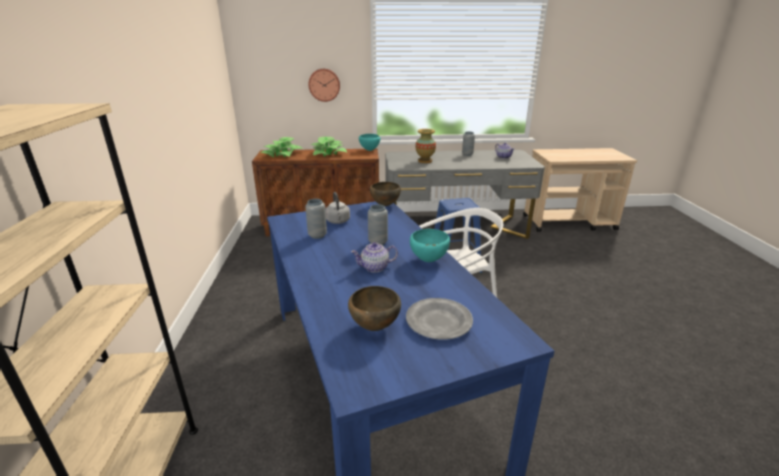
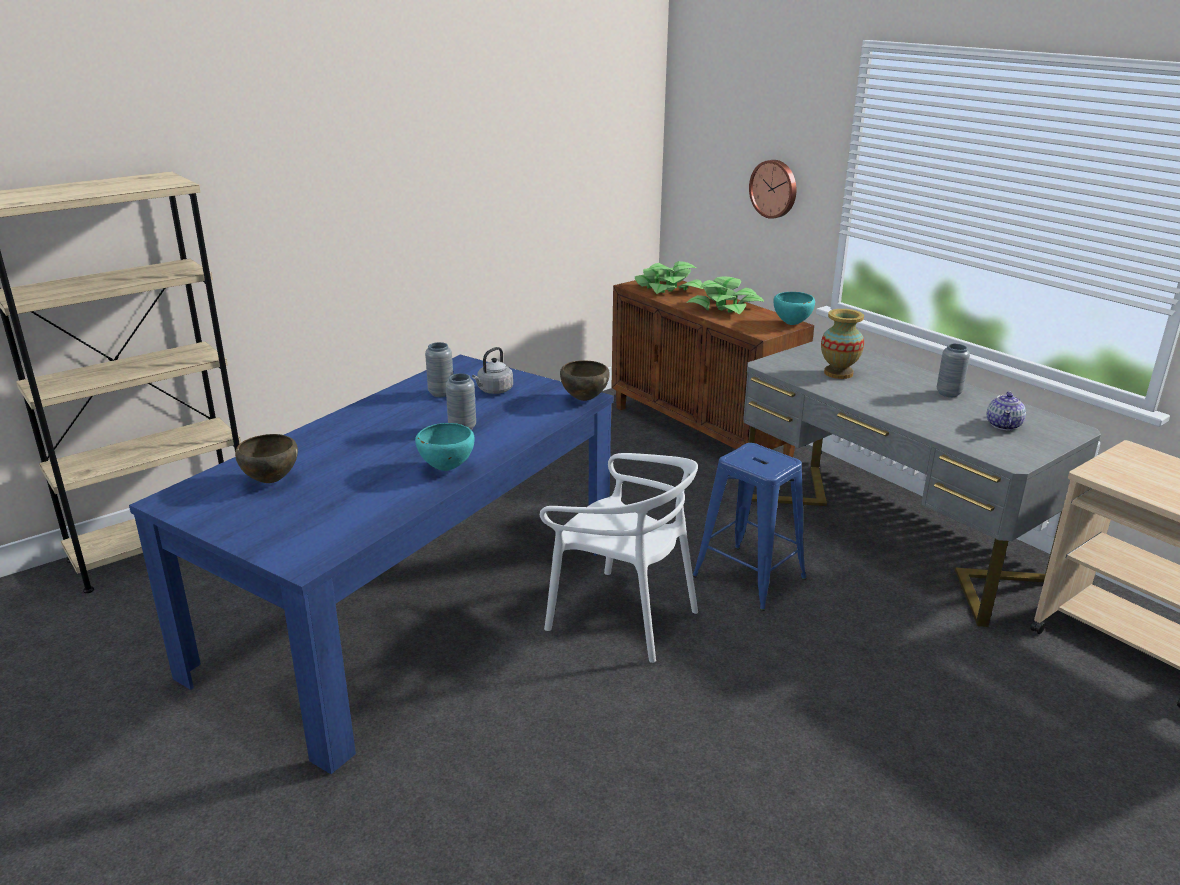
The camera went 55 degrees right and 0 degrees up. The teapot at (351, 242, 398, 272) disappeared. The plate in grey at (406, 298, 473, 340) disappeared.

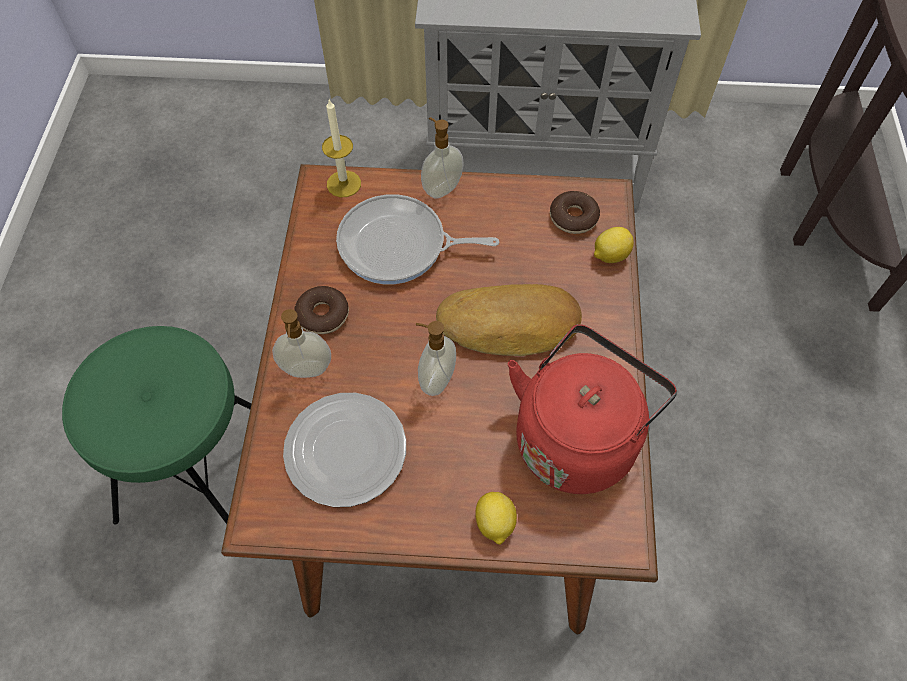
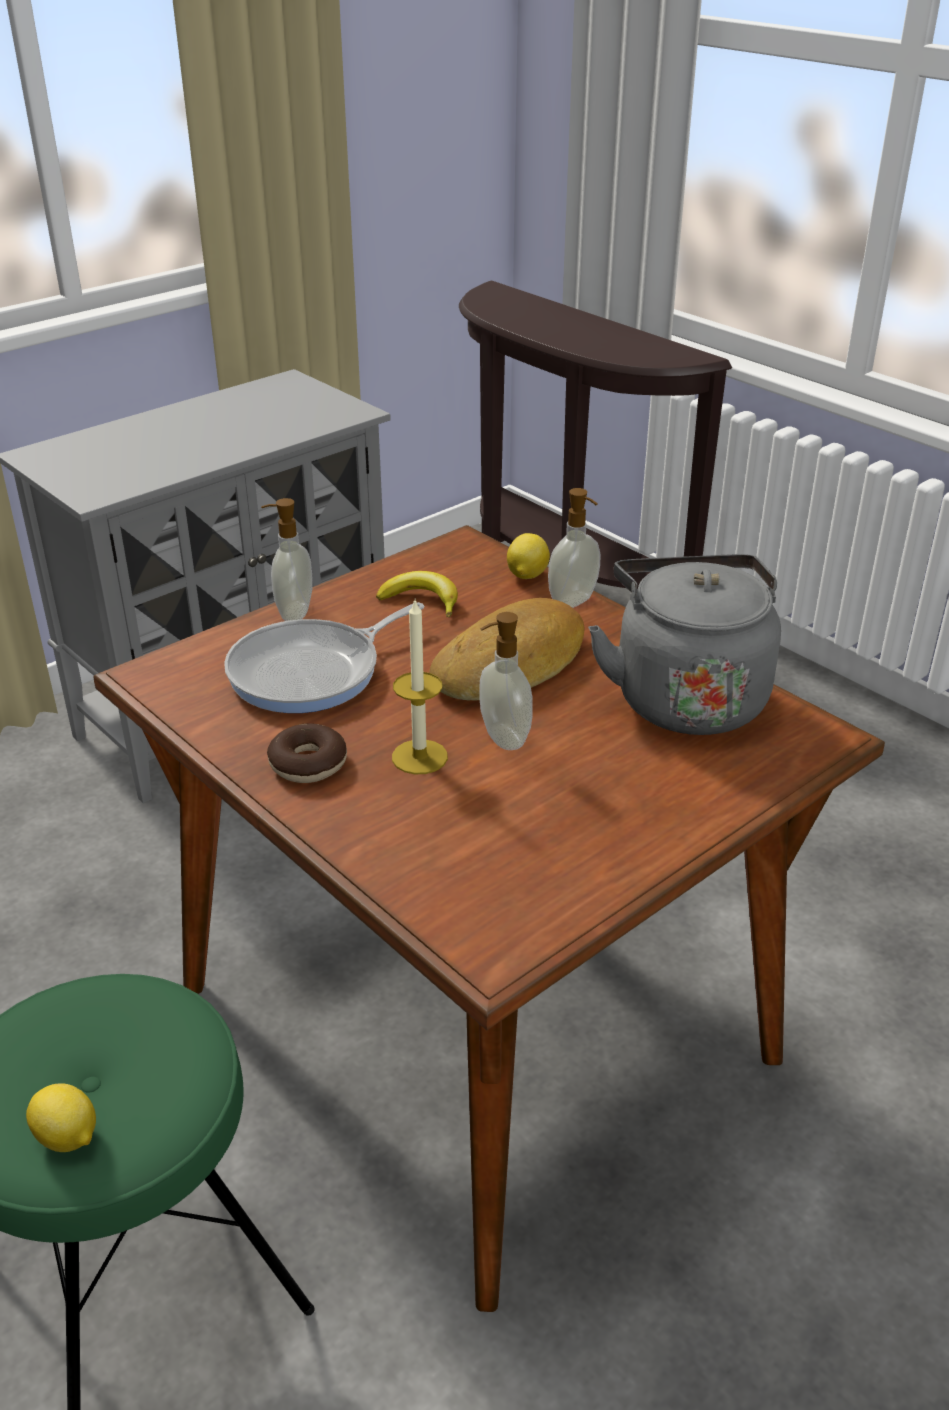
The camera went 45 degrees left and 25 degrees down. The plate at (283, 393, 406, 507) disappeared. The donut at (550, 191, 600, 234) disappeared. The banana at (376, 571, 458, 618) appeared. The soap dispenser moved from (272, 309, 331, 378) to (548, 488, 600, 608). The candle moved from (322, 99, 361, 197) to (392, 600, 448, 774). The lemon moved from (475, 492, 517, 545) to (26, 1083, 96, 1152). The kettle in red at (508, 324, 677, 494) became the kettle in grey at (588, 554, 781, 735).

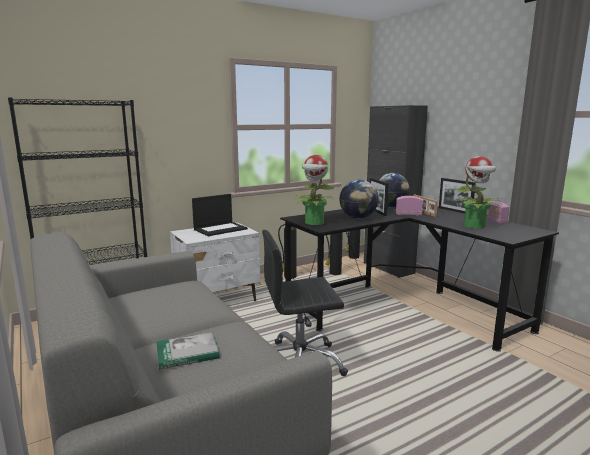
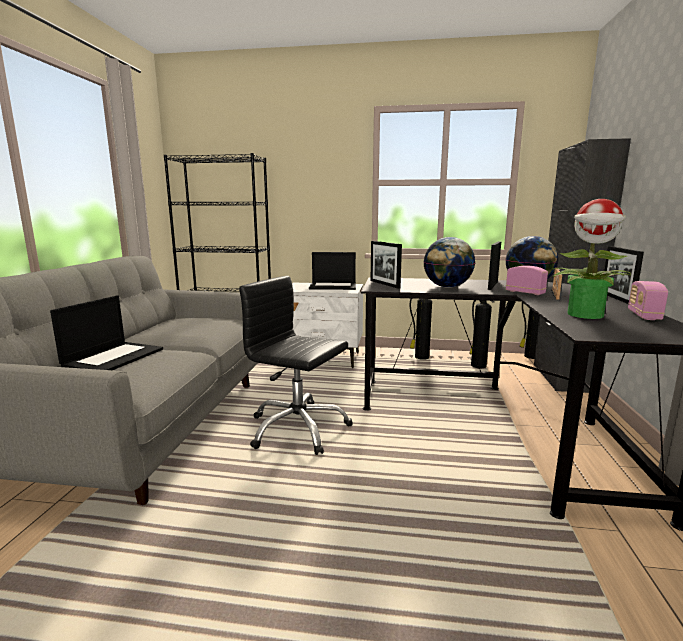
The camera went 40 degrees right and 0 degrees up. The book at (156, 332, 220, 370) was replaced by the laptop at (50, 296, 163, 370). The potted plant at (293, 155, 335, 225) was replaced by the picture frame at (370, 241, 402, 288).

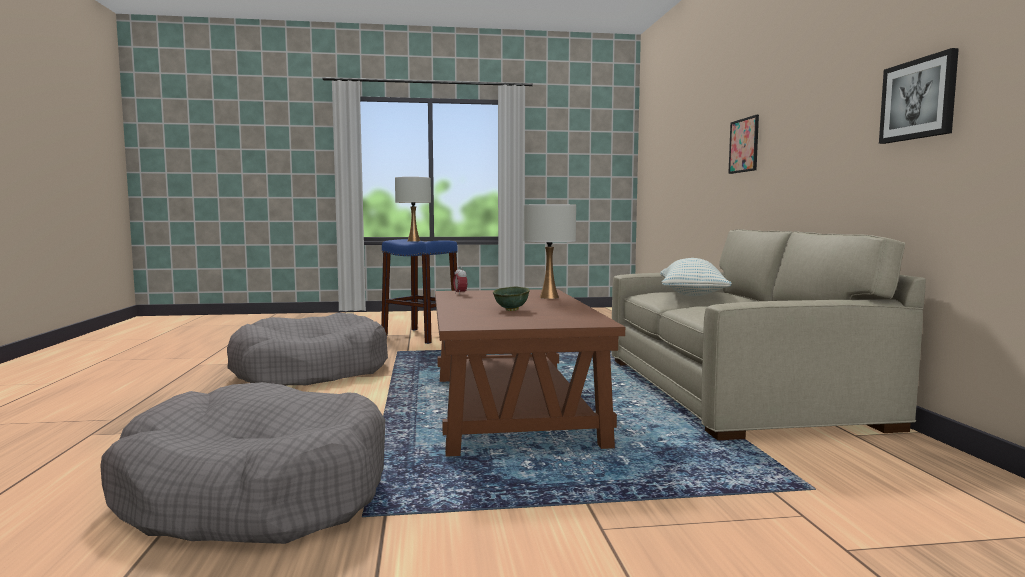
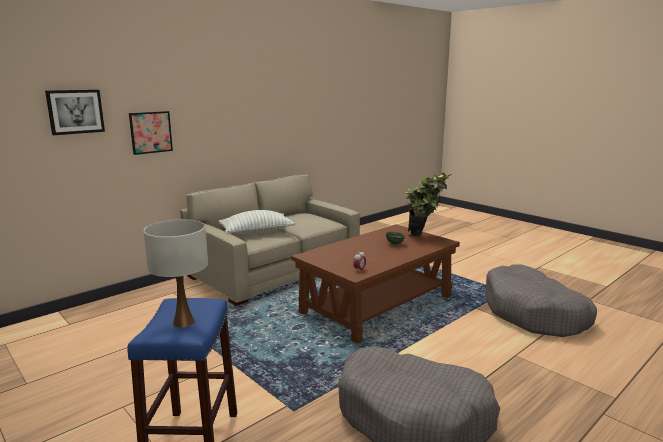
The camera went 125 degrees left and 10 degrees up. The table lamp in white at (524, 204, 576, 299) disappeared. The potted plant at (406, 173, 452, 237) appeared. The picture moved from (879, 48, 959, 144) to (45, 90, 105, 135).

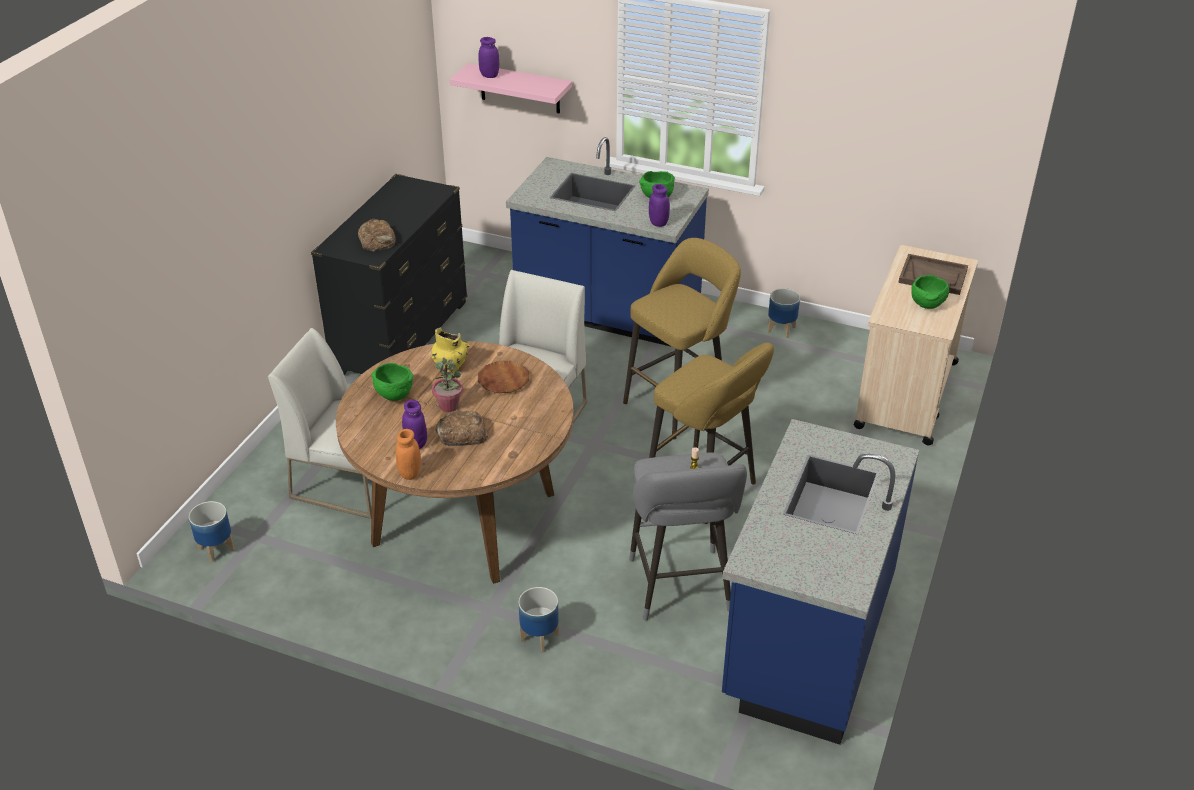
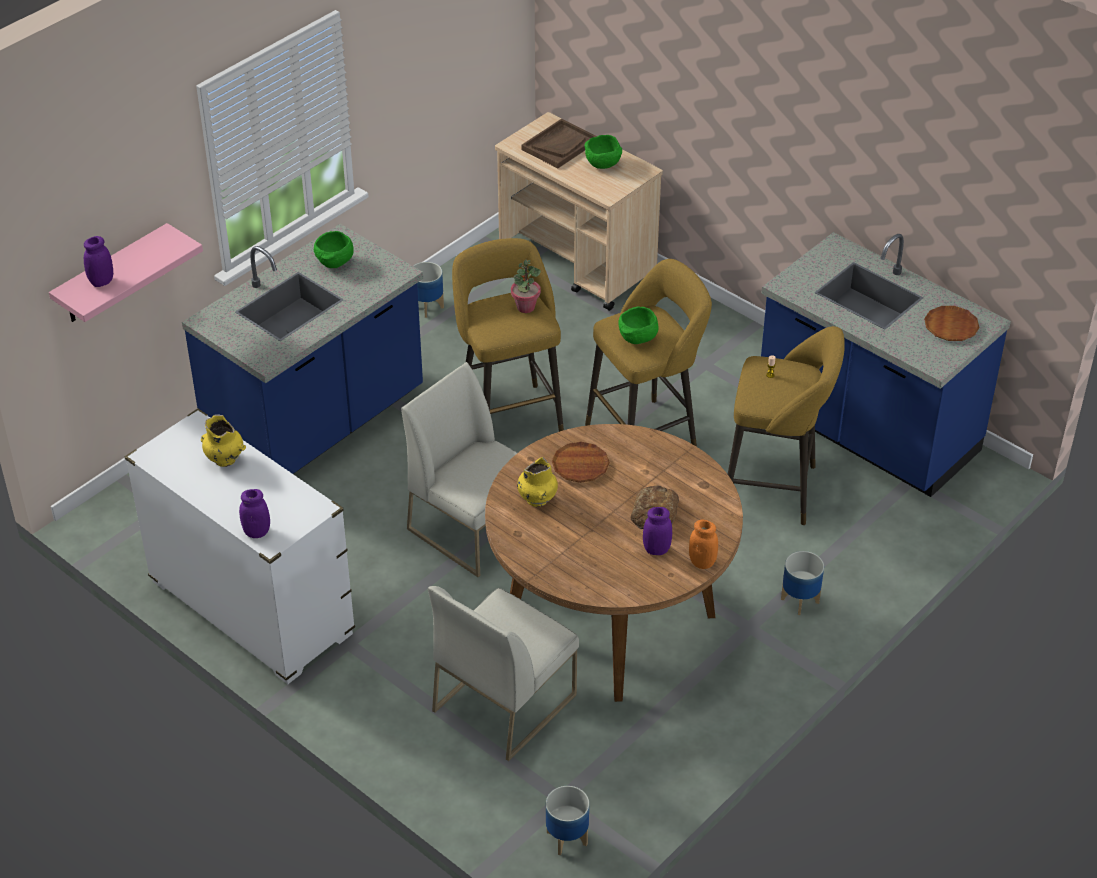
The camera went 70 degrees left and 5 degrees up. The bread at (358, 219, 396, 251) disappeared. The vase in yellow at (201, 414, 246, 467) appeared. The plate in brown at (924, 306, 979, 341) appeared. The bowl in green moved from (371, 363, 413, 401) to (618, 306, 659, 344). The potted plant moved from (432, 357, 463, 412) to (511, 260, 541, 313). The jar in purple moved from (649, 184, 670, 227) to (239, 489, 270, 538). The dresser in black at (311, 174, 468, 375) became the dresser in white at (124, 408, 355, 684). The stool in grey at (629, 453, 747, 621) became the stool in yellow at (728, 326, 845, 525).

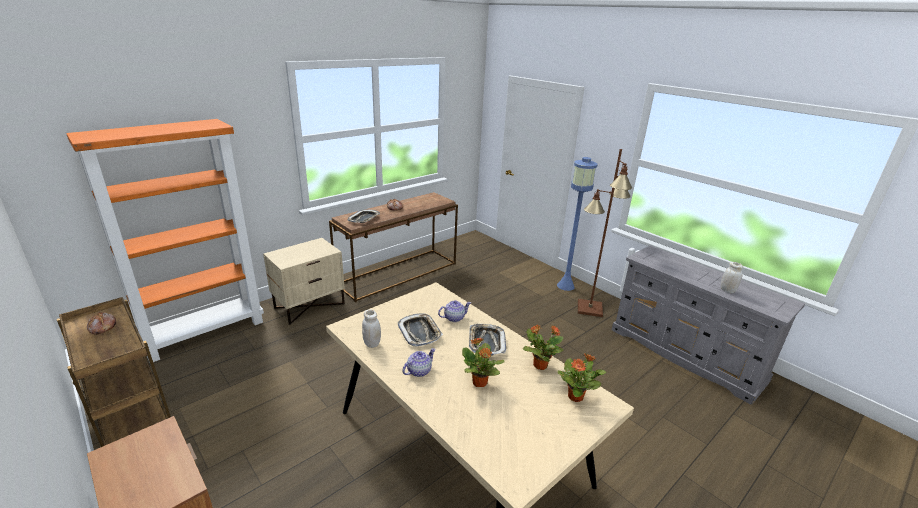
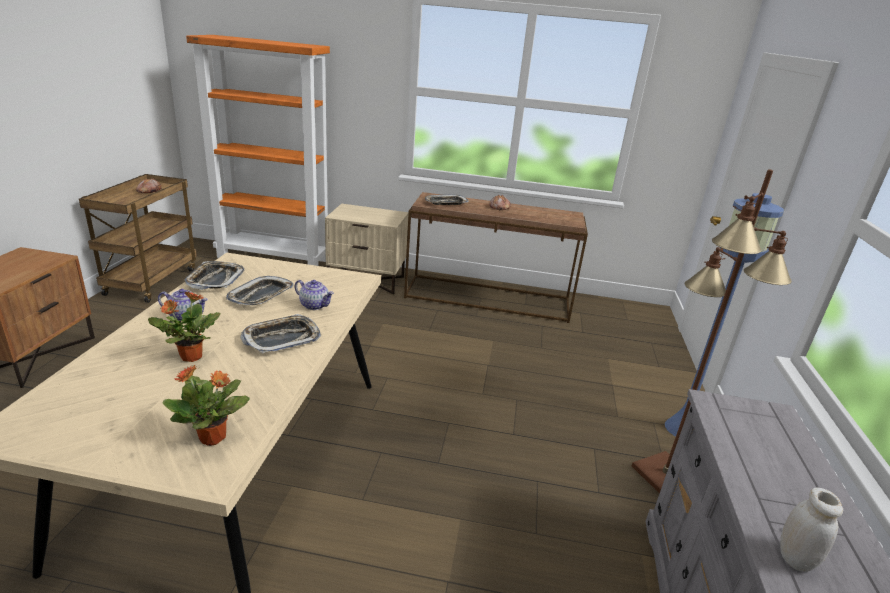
The camera went 50 degrees right and 0 degrees up. The potted plant at (523, 324, 564, 370) disappeared. The jar in white at (362, 309, 381, 348) was replaced by the tray at (185, 261, 244, 290).

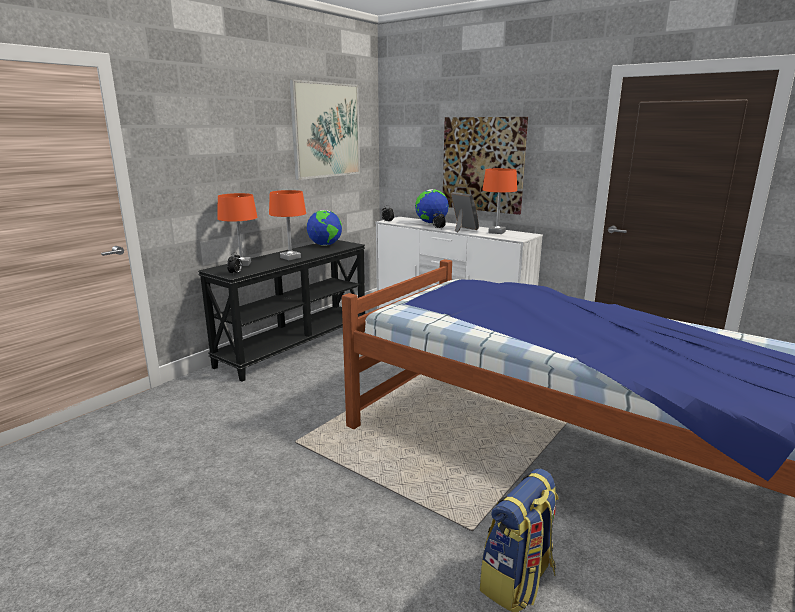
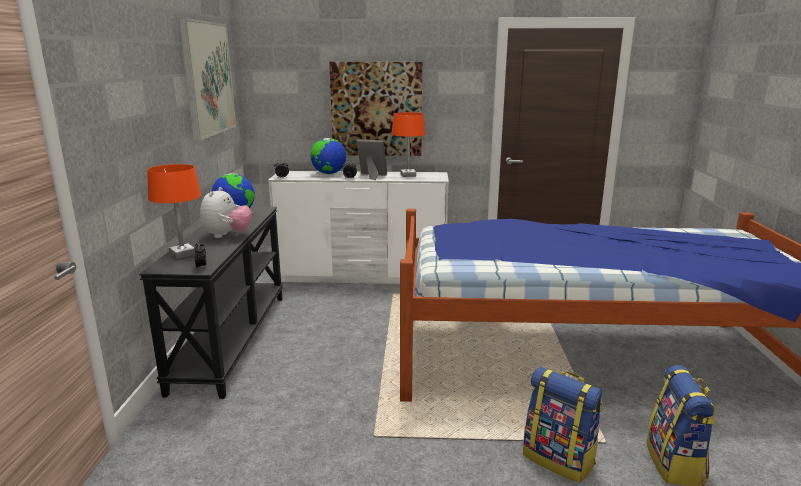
The camera went 35 degrees left and 0 degrees up. The backpack at (523, 367, 603, 483) appeared. The table lamp in orange at (269, 190, 306, 260) was replaced by the plush toy at (200, 187, 252, 238).

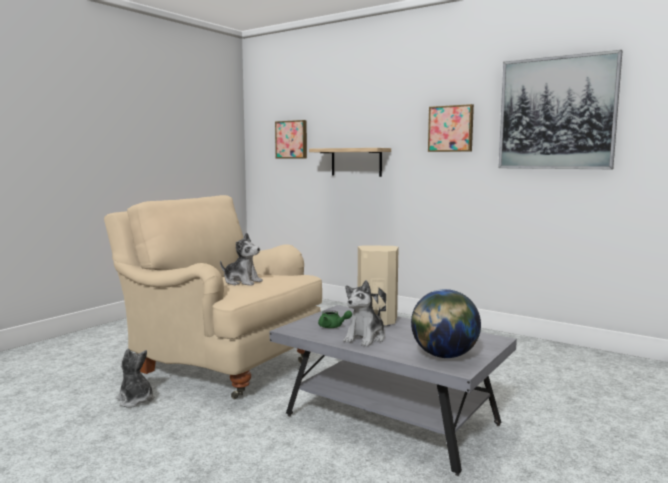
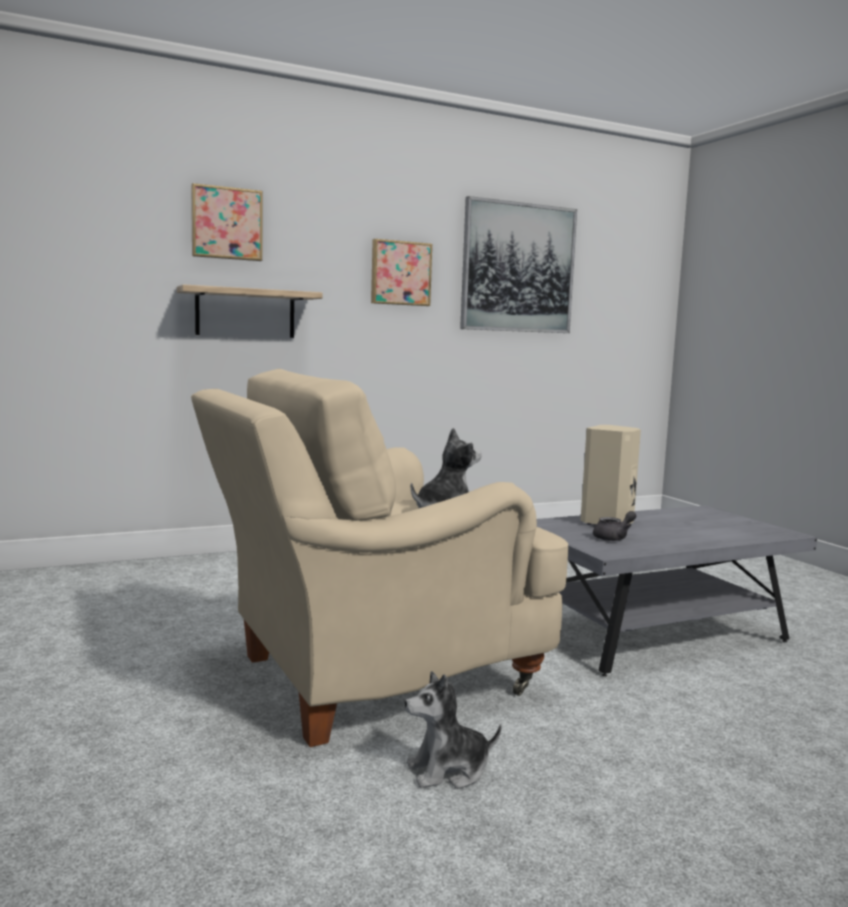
The camera went 60 degrees left and 0 degrees up. The plush toy at (343, 280, 385, 346) disappeared. The globe at (411, 289, 481, 358) disappeared. The picture moved from (275, 120, 307, 158) to (191, 183, 263, 261). The teapot in green at (318, 310, 352, 328) became the teapot in grey at (593, 511, 636, 541).

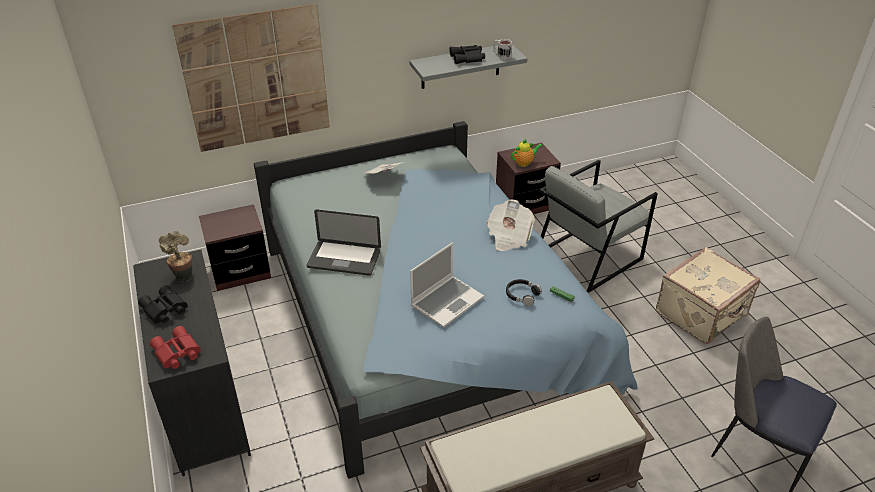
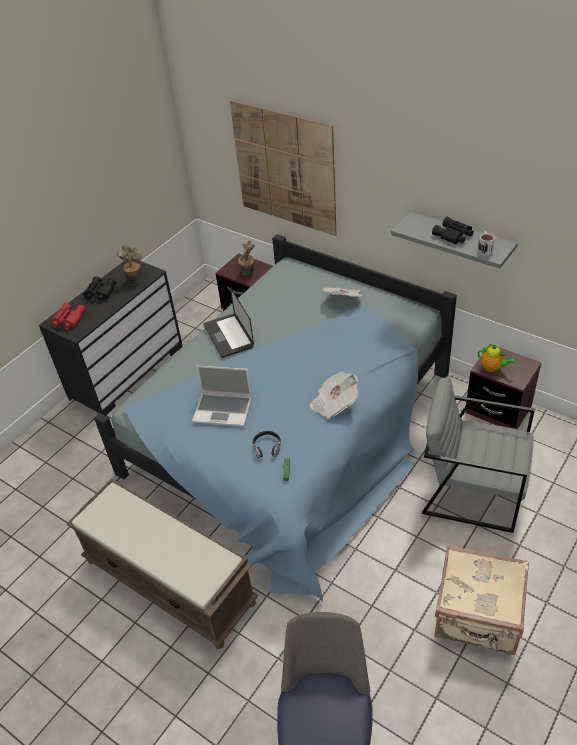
The camera went 60 degrees right and 5 degrees up. The potted plant at (238, 241, 255, 275) appeared.

